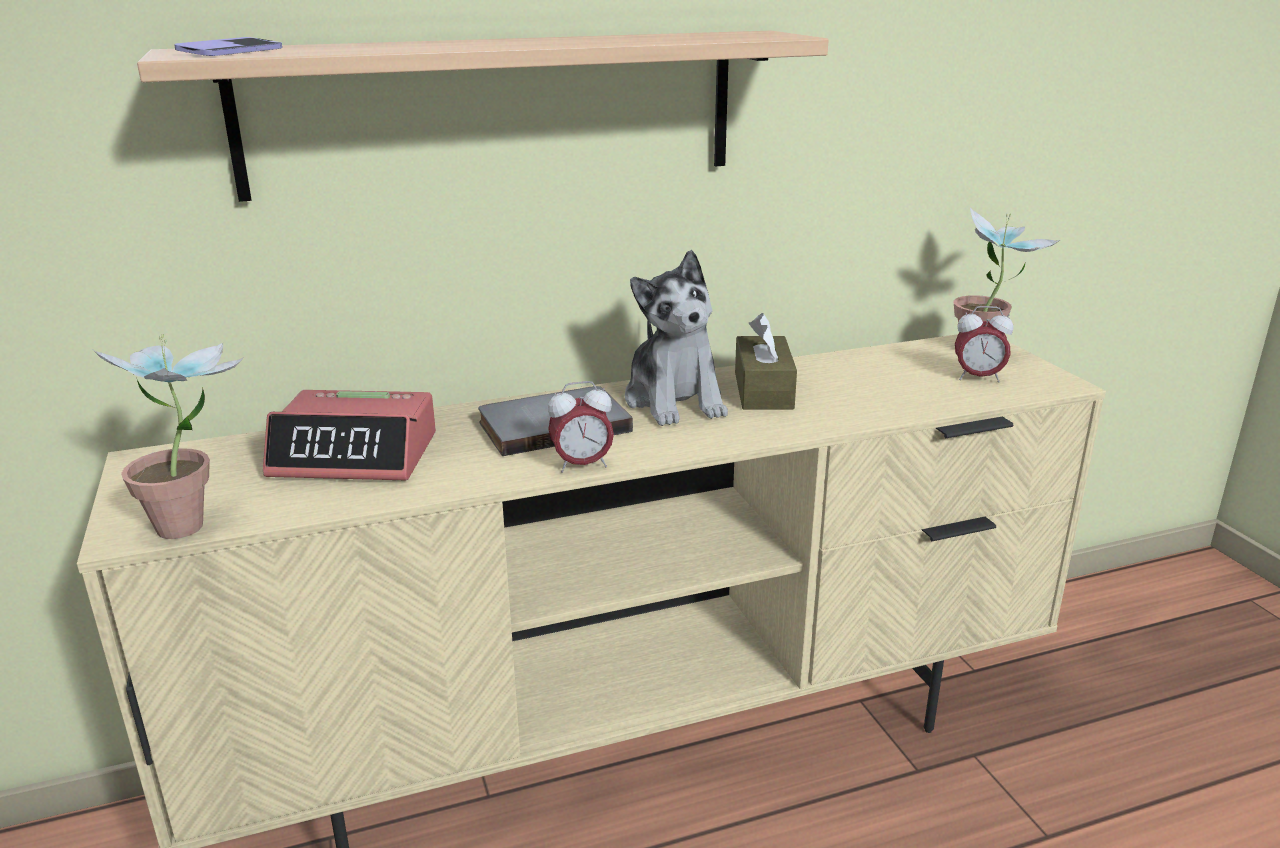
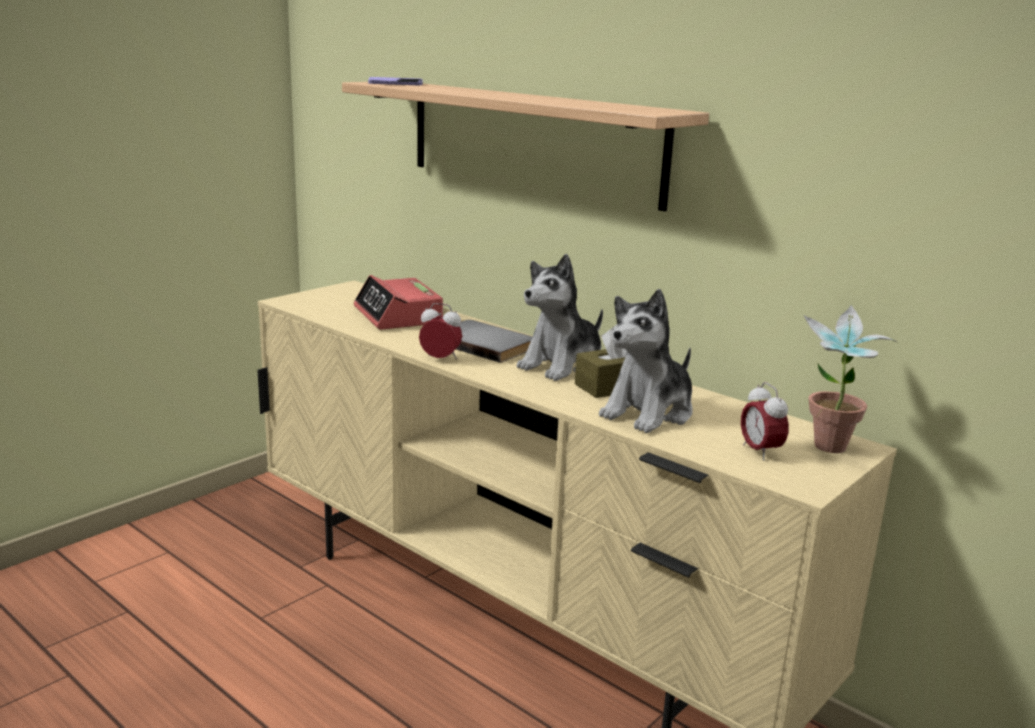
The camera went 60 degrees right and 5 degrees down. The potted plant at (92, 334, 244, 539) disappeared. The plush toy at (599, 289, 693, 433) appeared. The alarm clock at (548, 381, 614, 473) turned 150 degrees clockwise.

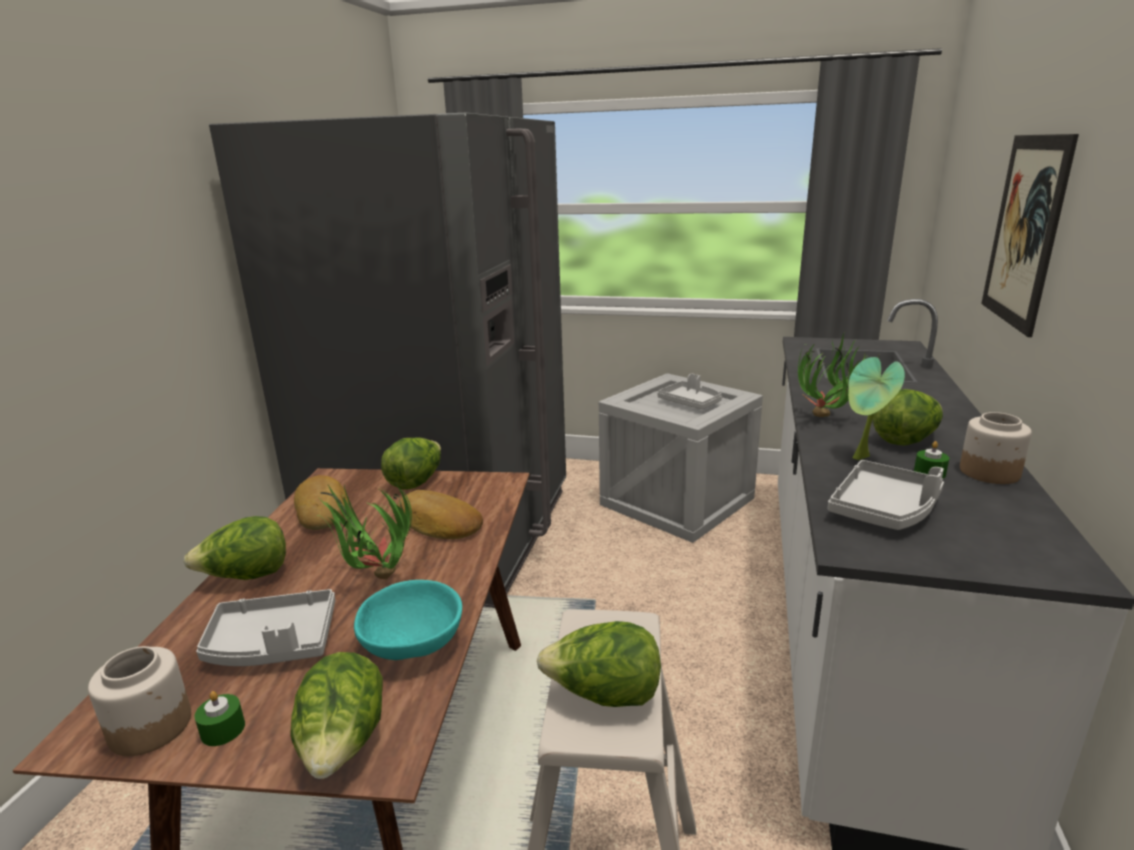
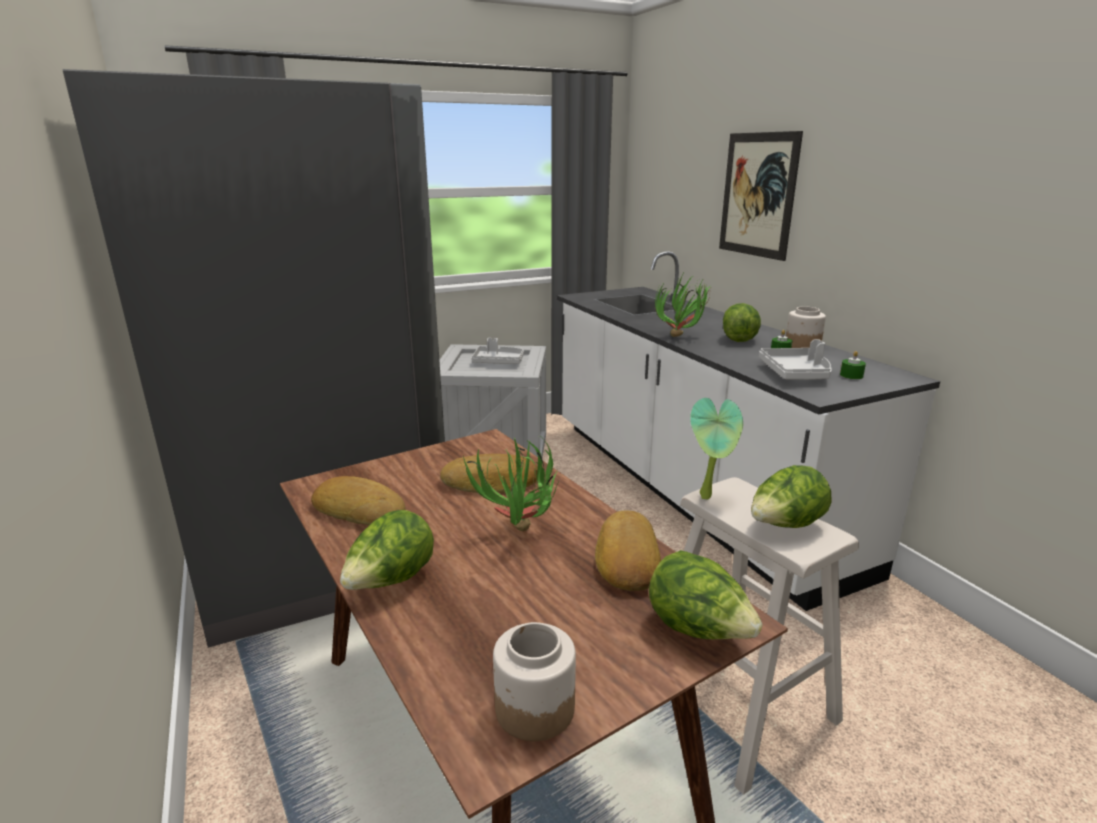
The camera went 40 degrees left and 0 degrees up. The tray in grey at (196, 589, 335, 666) disappeared. The lettuce at (381, 438, 441, 490) disappeared. The candle in green moved from (195, 691, 245, 746) to (840, 351, 866, 379). The potted plant moved from (848, 357, 905, 460) to (690, 398, 743, 500). The bowl in turquoise at (354, 580, 462, 660) was replaced by the bread at (595, 511, 661, 591).

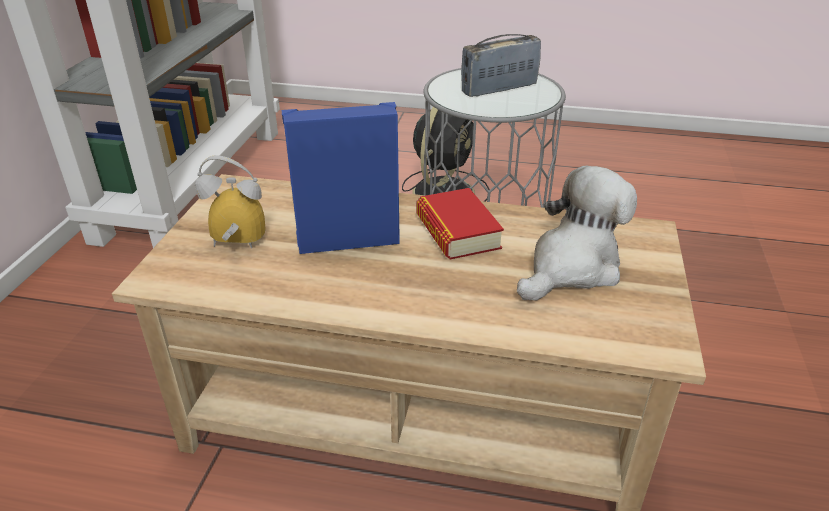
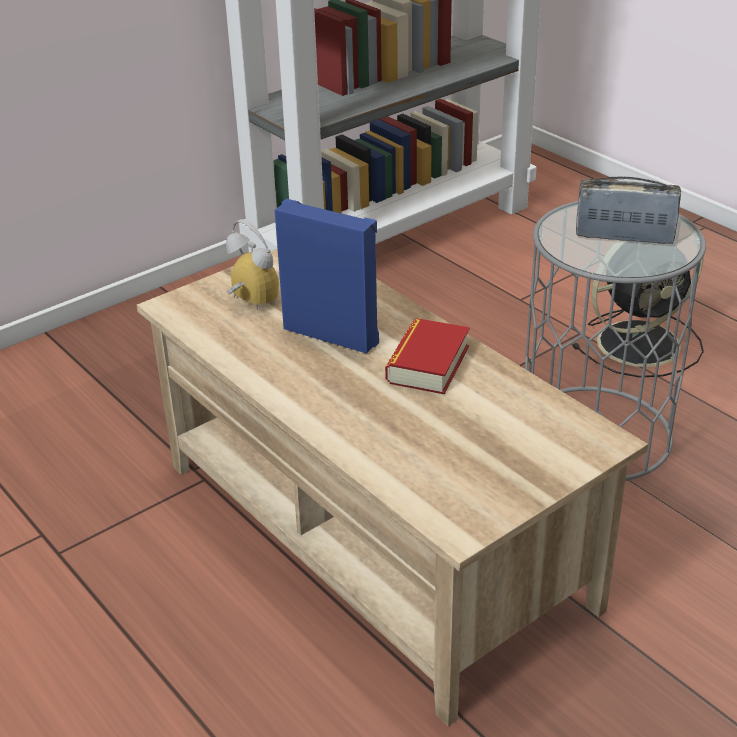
The camera went 40 degrees right and 0 degrees up. The plush toy at (517, 166, 637, 301) disappeared.

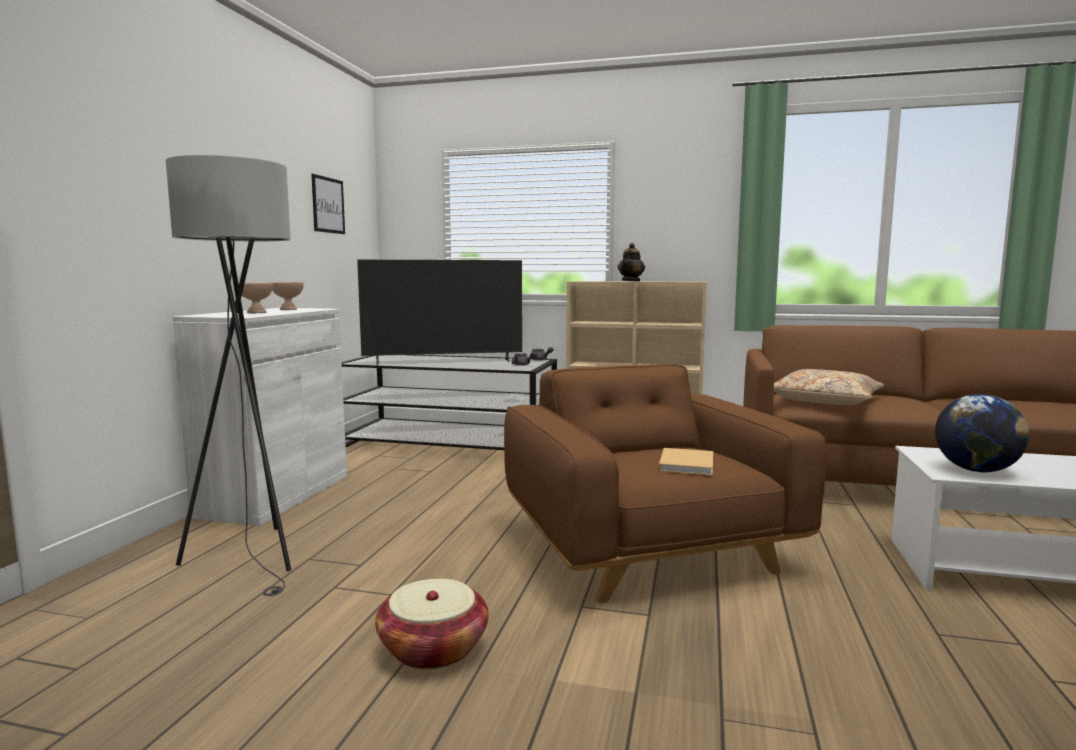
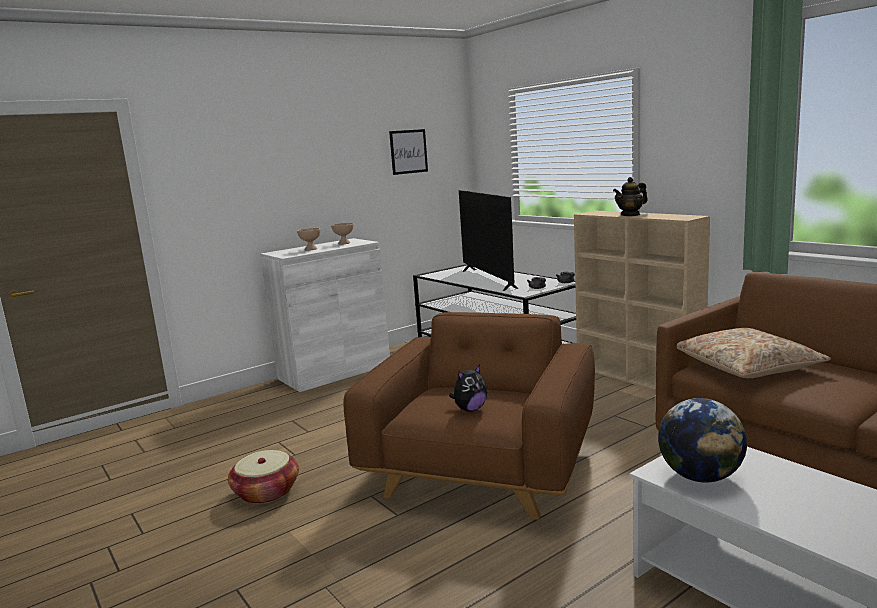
The camera went 40 degrees right and 5 degrees up. The floor lamp in grey at (166, 155, 291, 596) disappeared. The book in beige at (659, 448, 713, 476) was replaced by the plush toy at (449, 365, 487, 412). The television at (357, 260, 522, 365) turned 45 degrees clockwise.

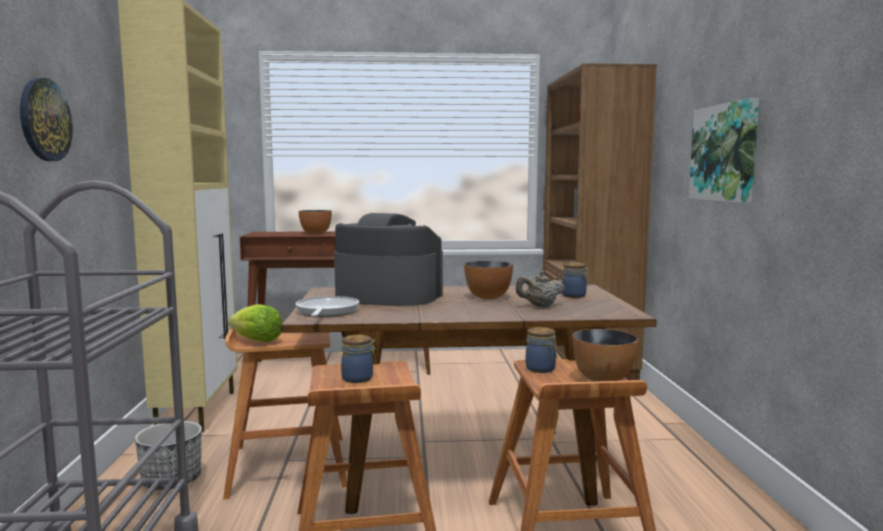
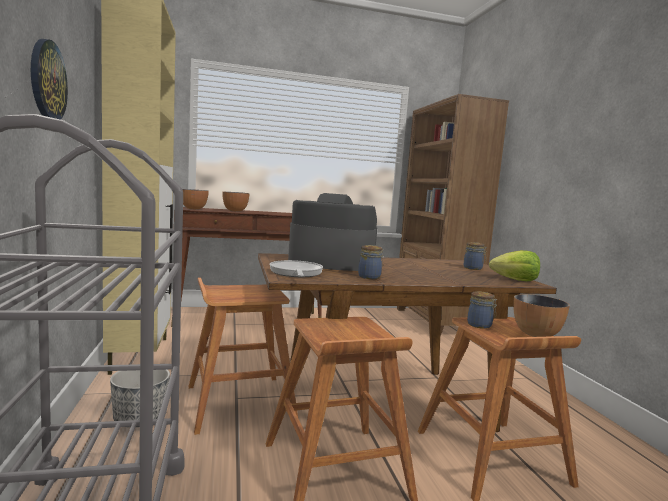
The camera went 10 degrees left and 0 degrees up. The teapot in beige at (516, 271, 565, 307) disappeared. The picture at (689, 98, 759, 203) disappeared. The lettuce moved from (228, 304, 282, 342) to (489, 250, 540, 281). The jar moved from (341, 335, 376, 383) to (358, 245, 384, 279). The bowl moved from (464, 261, 513, 299) to (182, 189, 209, 210).

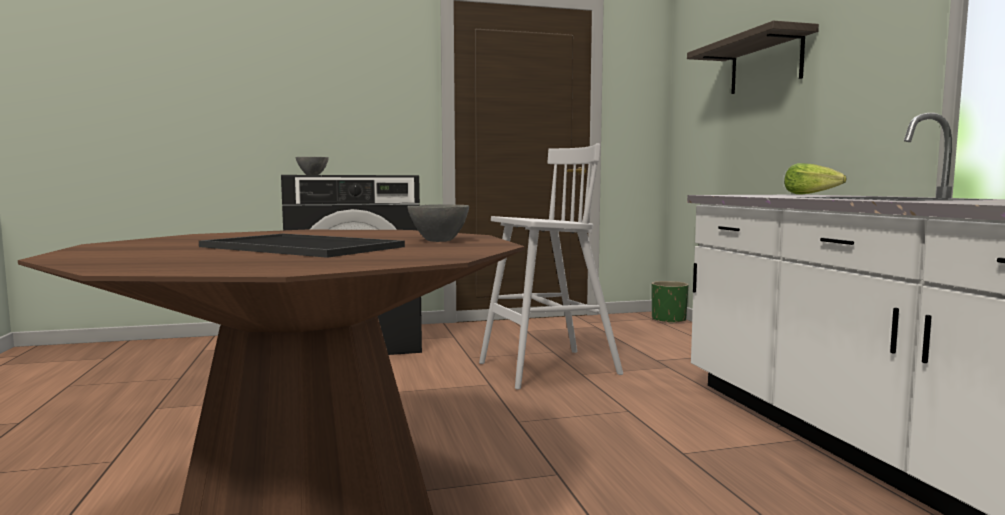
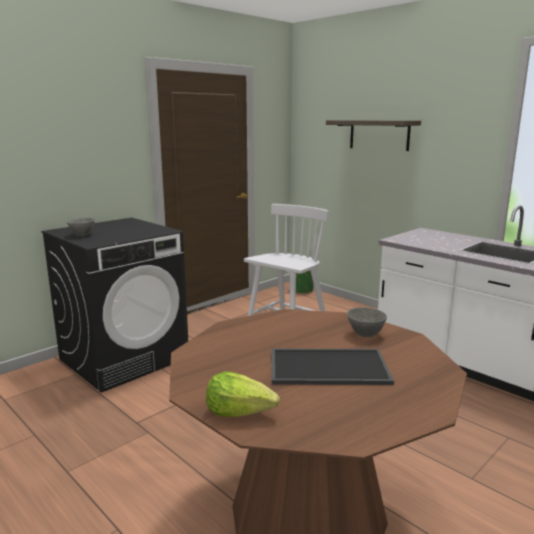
The camera went 30 degrees left and 10 degrees up. The lettuce moved from (784, 163, 846, 195) to (206, 371, 280, 417).

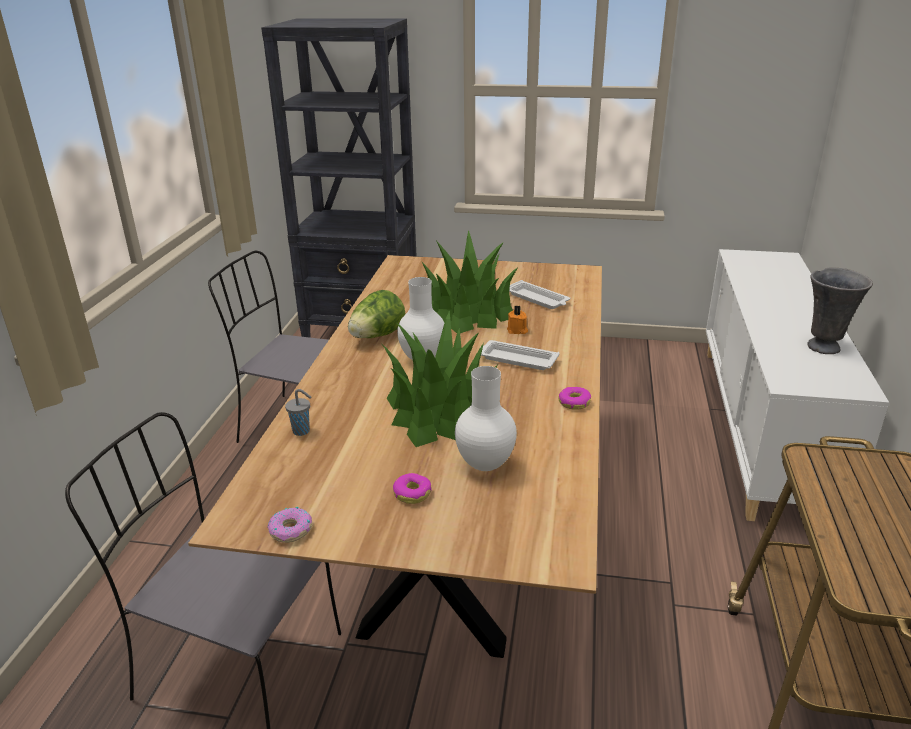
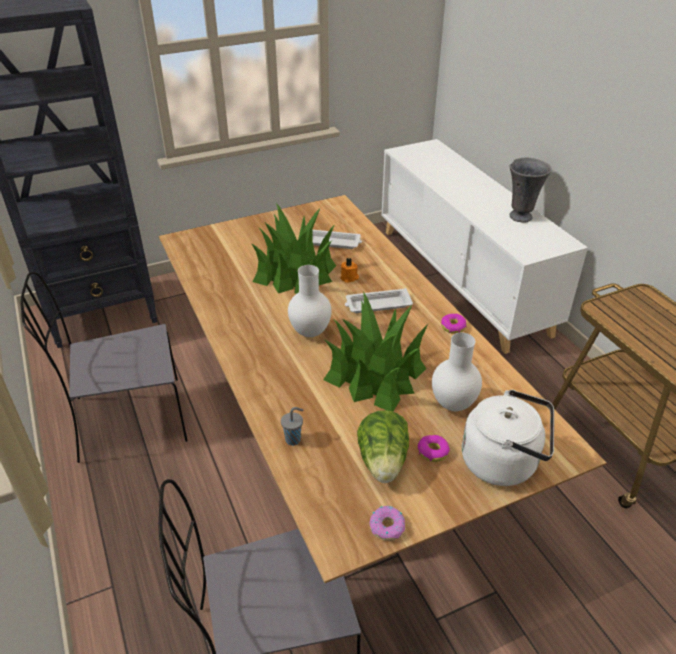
The camera went 35 degrees left and 10 degrees up. The kettle in white at (462, 390, 554, 486) appeared. The lettuce moved from (348, 290, 405, 338) to (357, 410, 409, 483).

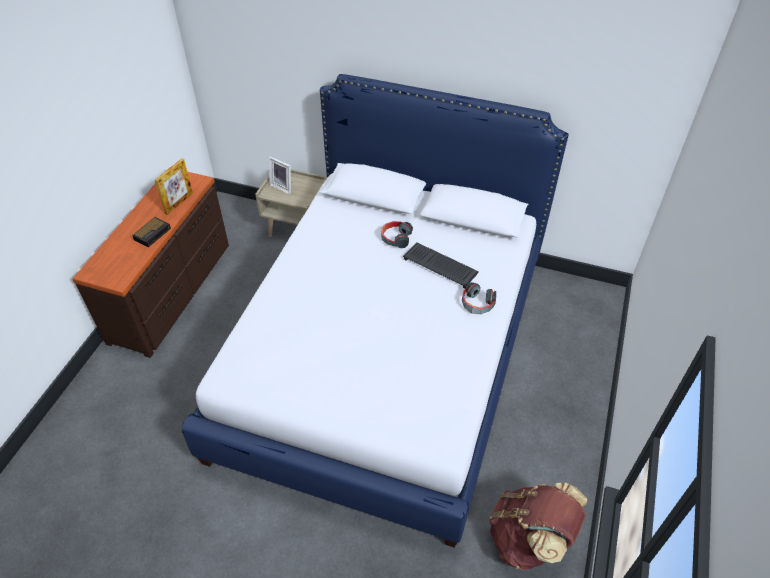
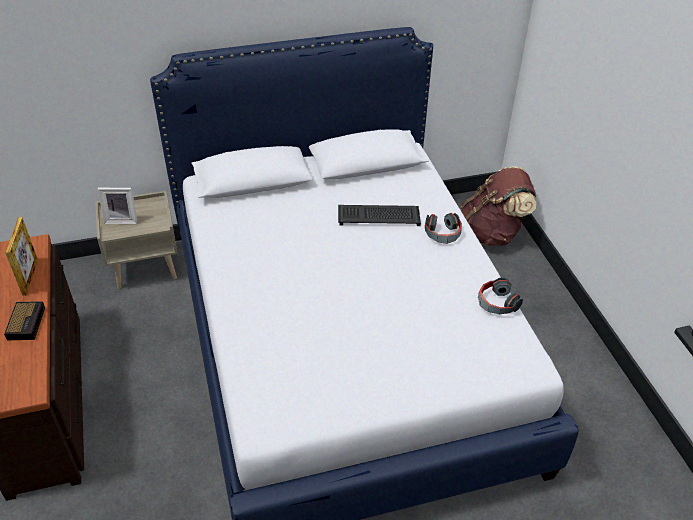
The camera went 35 degrees left and 5 degrees down. The headphones moved from (381, 221, 413, 248) to (478, 278, 523, 314). The backpack in brown moved from (489, 482, 587, 570) to (461, 166, 536, 246).

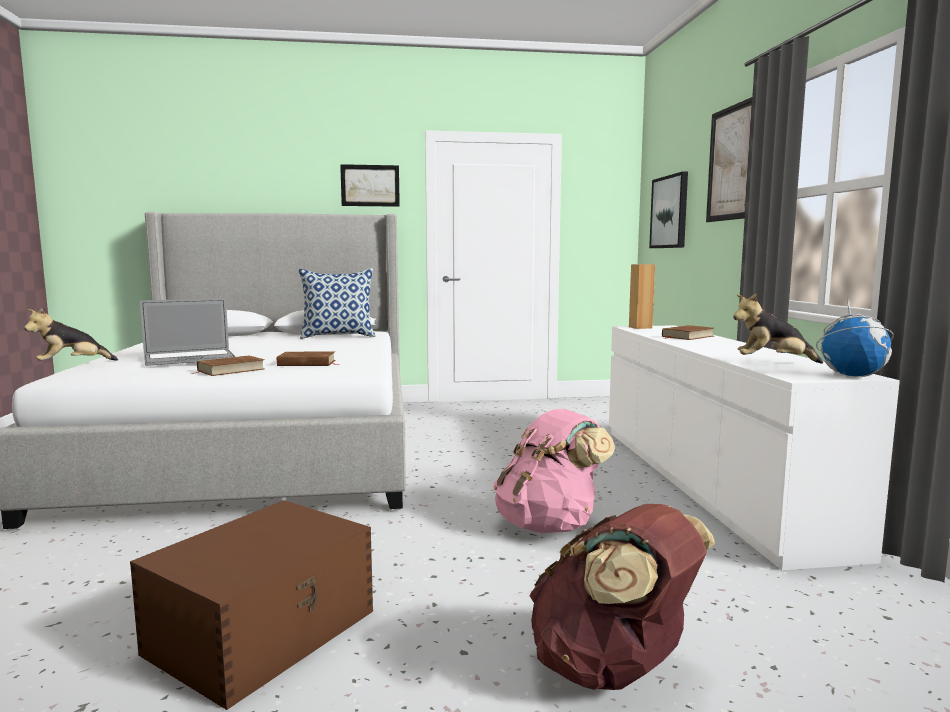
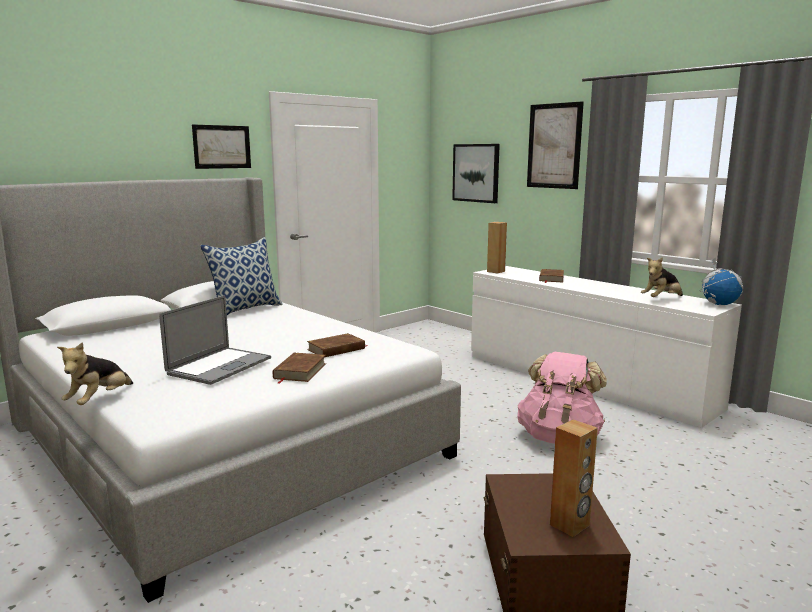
The camera went 35 degrees left and 5 degrees up. The backpack in brown at (529, 504, 715, 690) disappeared. The speaker in brown at (550, 419, 598, 537) appeared.

